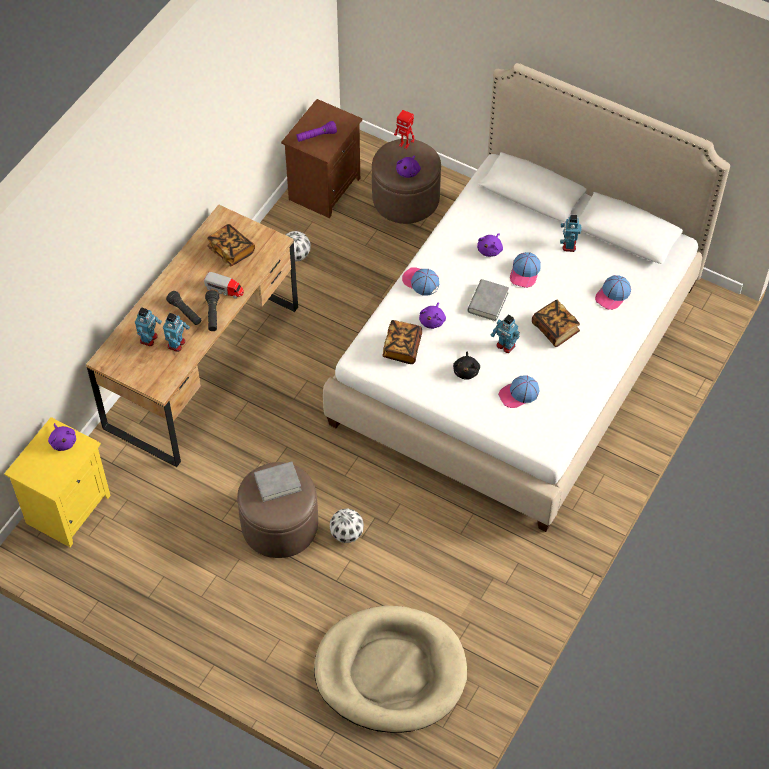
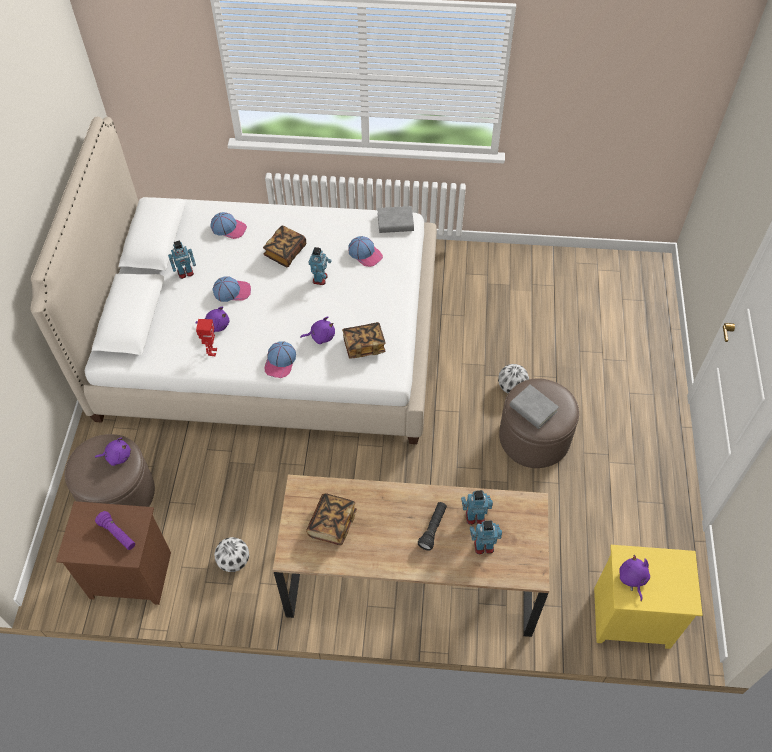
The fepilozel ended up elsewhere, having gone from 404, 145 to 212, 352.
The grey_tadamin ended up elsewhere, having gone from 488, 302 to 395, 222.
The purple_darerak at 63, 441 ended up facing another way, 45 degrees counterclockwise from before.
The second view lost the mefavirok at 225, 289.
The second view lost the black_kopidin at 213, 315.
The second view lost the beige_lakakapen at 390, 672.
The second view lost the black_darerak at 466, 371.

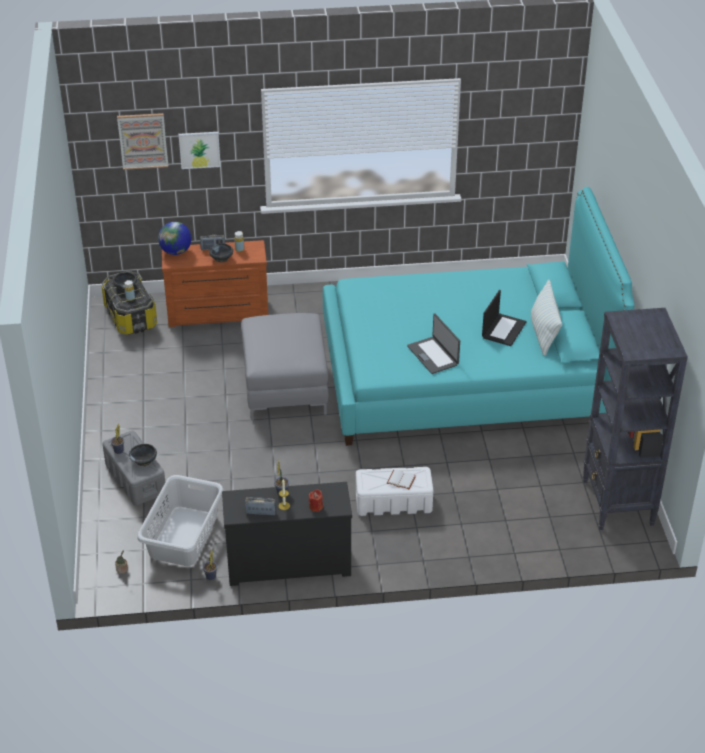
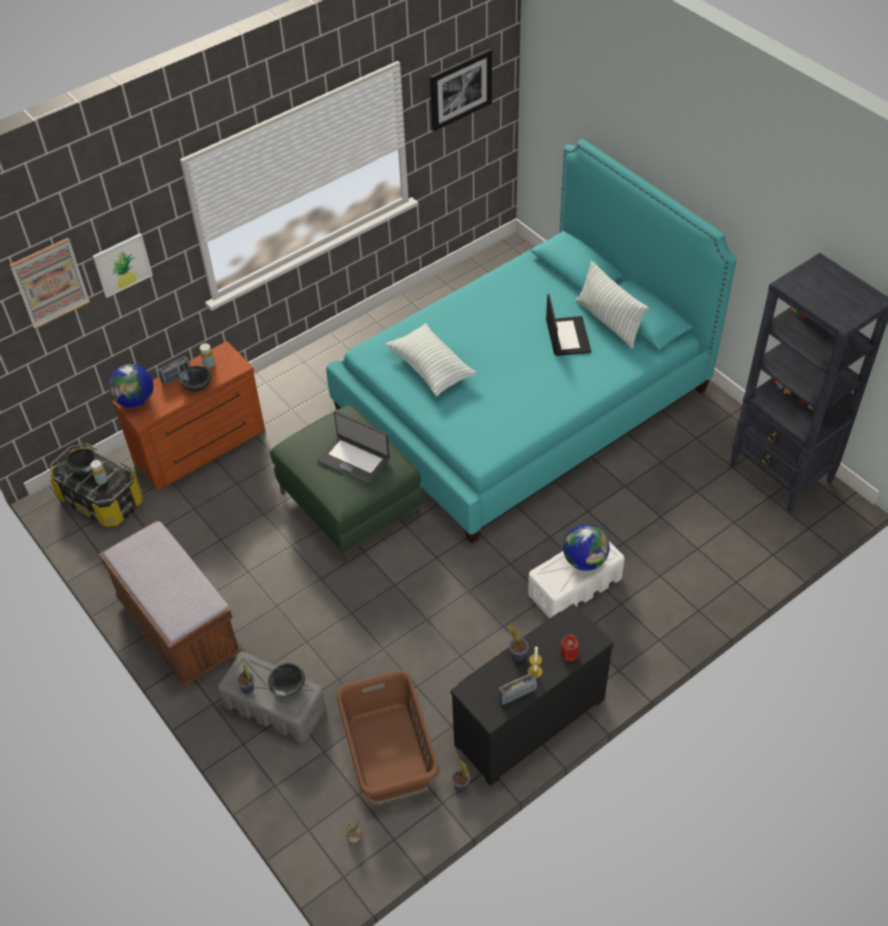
The second view gained the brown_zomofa at 179, 627.
What was the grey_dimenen at 285, 387 turned into the green_dimenen at 350, 504.
The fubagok ended up elsewhere, having gone from 433, 355 to 354, 460.
What was the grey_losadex at 182, 536 turned into the brown_losadex at 388, 752.
The second view gained the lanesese at 431, 368.
The second view gained the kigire at 460, 89.
Where the white_tadamin stood at 402, 480, the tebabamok came to stand at 585, 560.

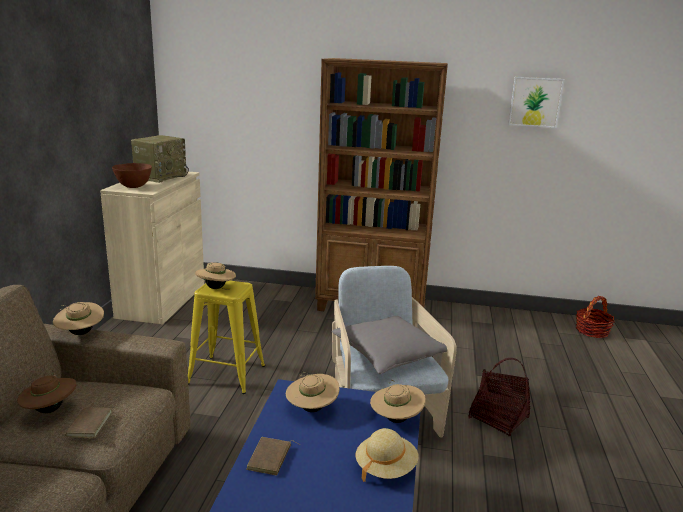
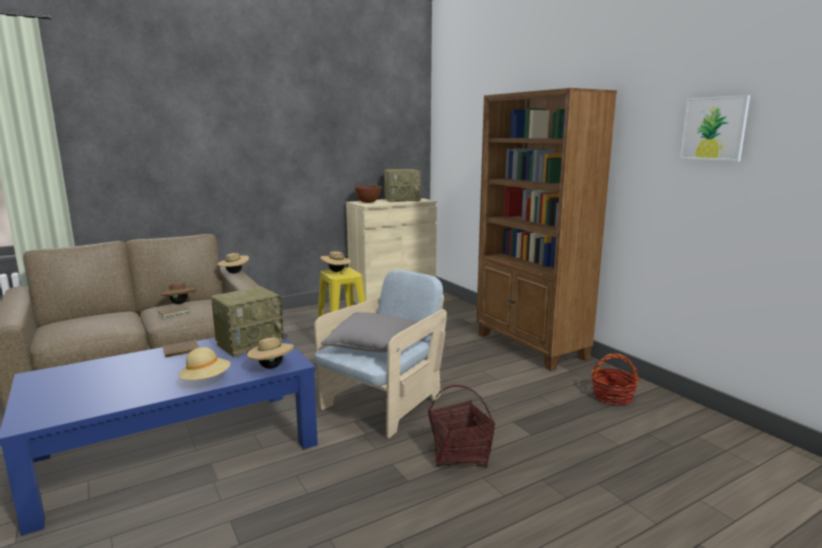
Where the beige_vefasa stood at 311, 408, the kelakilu came to stand at 250, 343.
The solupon ended up elsewhere, having gone from 592, 331 to 612, 396.

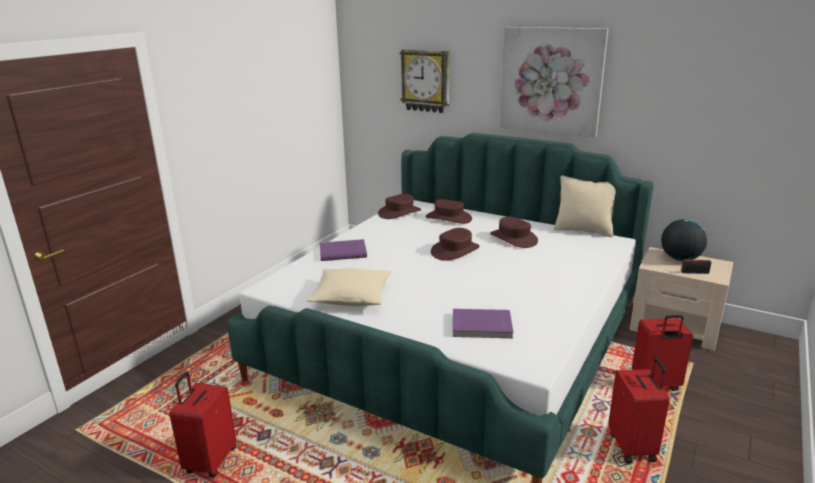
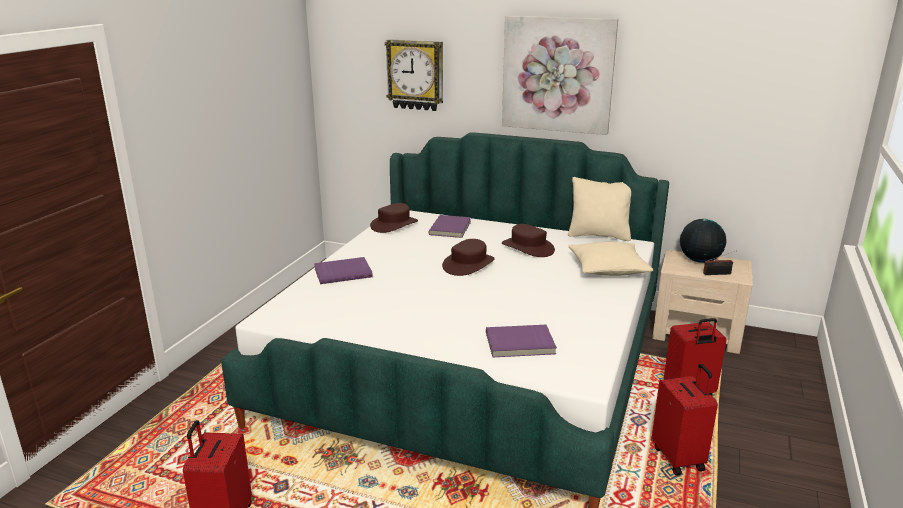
Where the brown_vefasa stood at 448, 218, the purple_tadamin came to stand at 451, 228.
The beige_lanesese ended up elsewhere, having gone from 351, 297 to 608, 269.

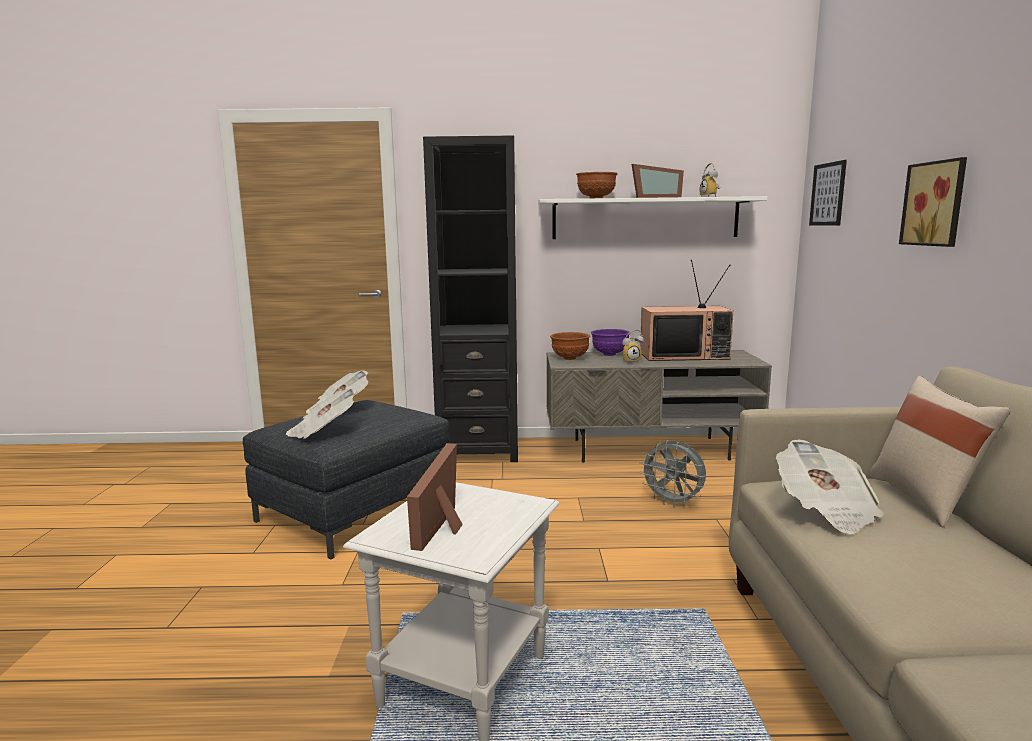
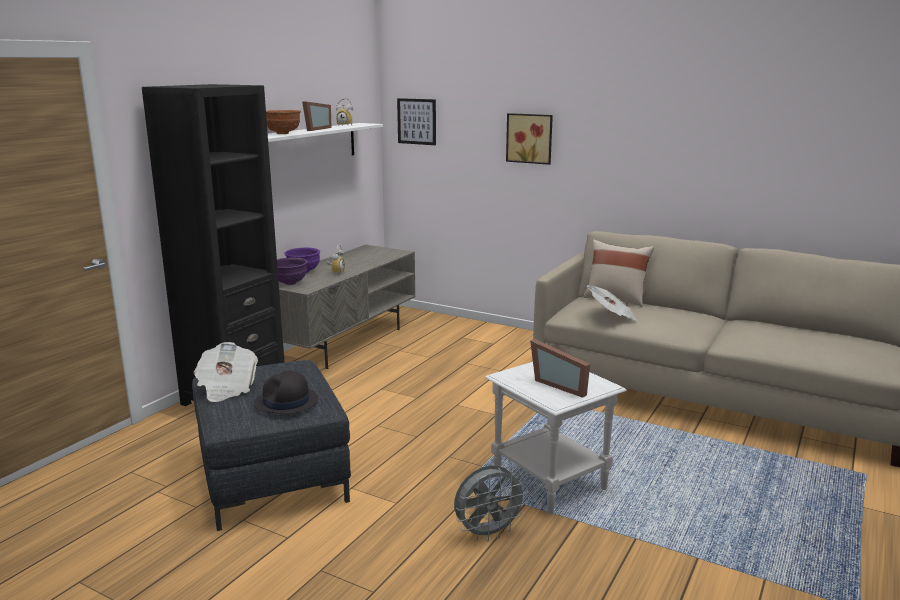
Where the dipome stood at 322, 431, the black_vefasa came to stand at 286, 402.
What was the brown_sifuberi at 569, 358 turned into the purple_sifuberi at 289, 283.
The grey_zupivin ended up elsewhere, having gone from 673, 503 to 488, 533.
The second view lost the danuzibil at 684, 355.

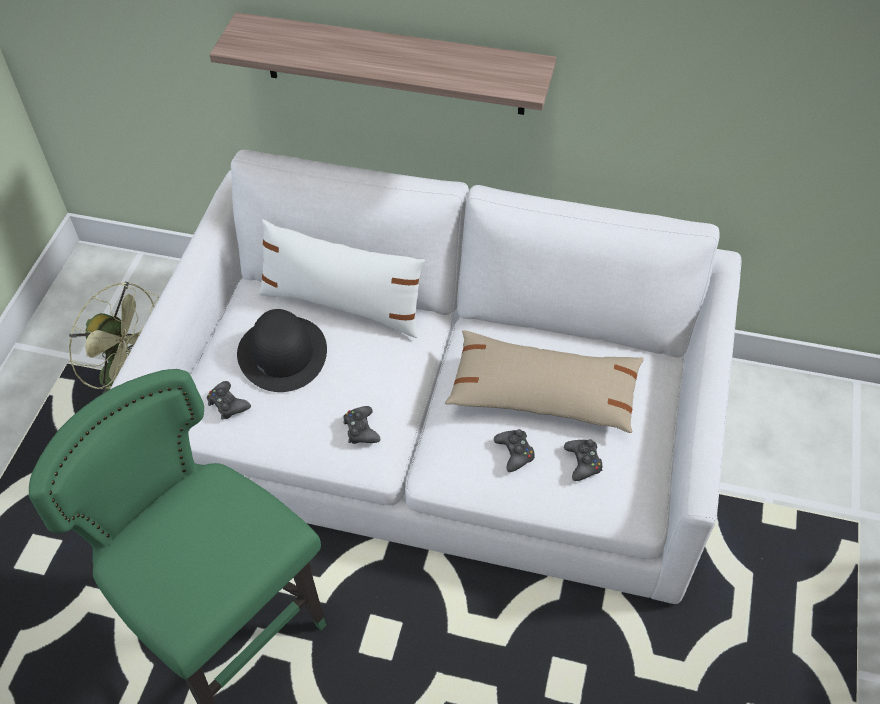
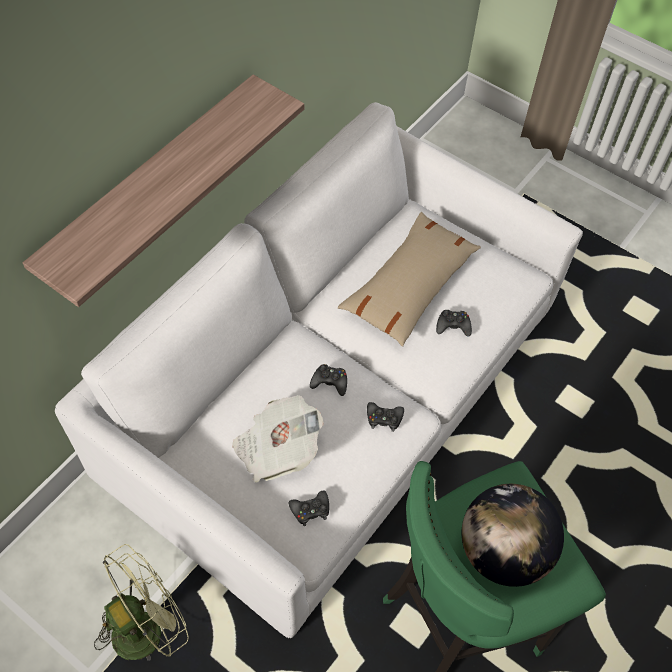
Where the black_vefasa stood at 282, 353, the dipome came to stand at 277, 448.
The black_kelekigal ended up elsewhere, having gone from 583, 462 to 330, 382.
The second view gained the tebabamok at 502, 551.
The second view lost the white_lanesese at 342, 305.

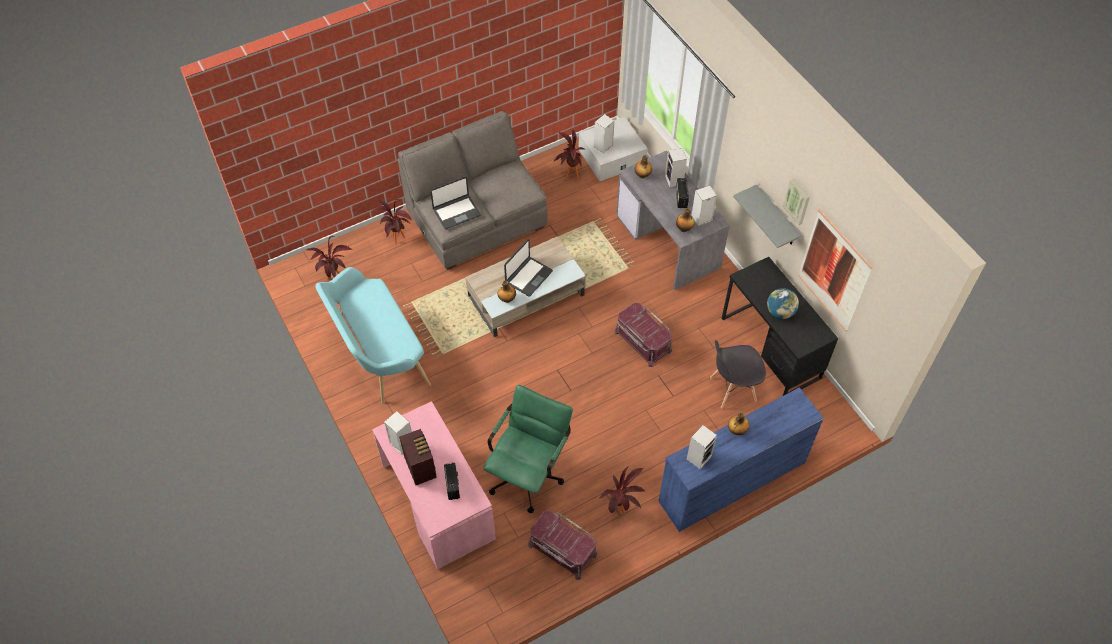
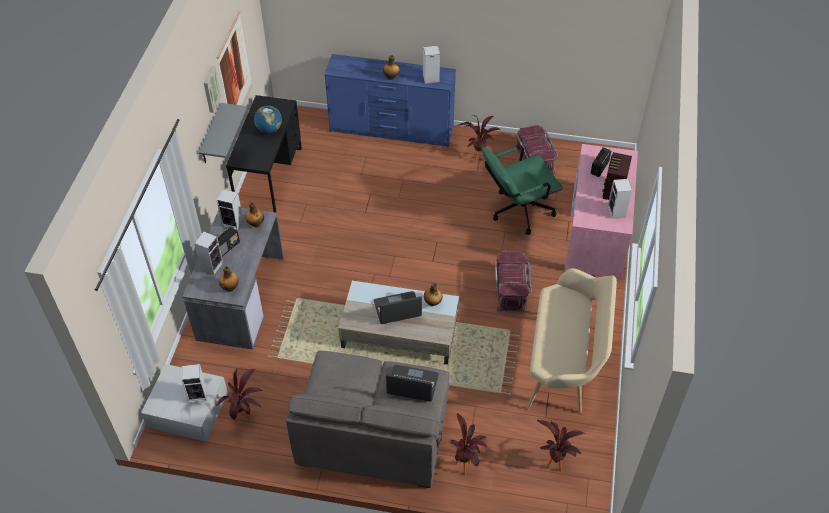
The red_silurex ended up elsewhere, having gone from 642, 341 to 511, 289.
What was the turquoise_zomofa at 378, 355 turned into the beige_zomofa at 564, 364.
The second view lost the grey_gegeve at 732, 389.

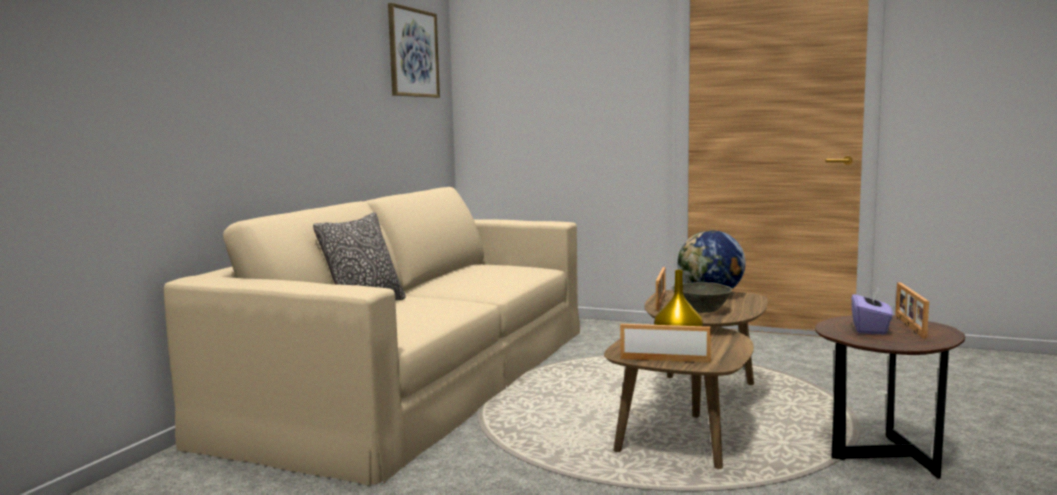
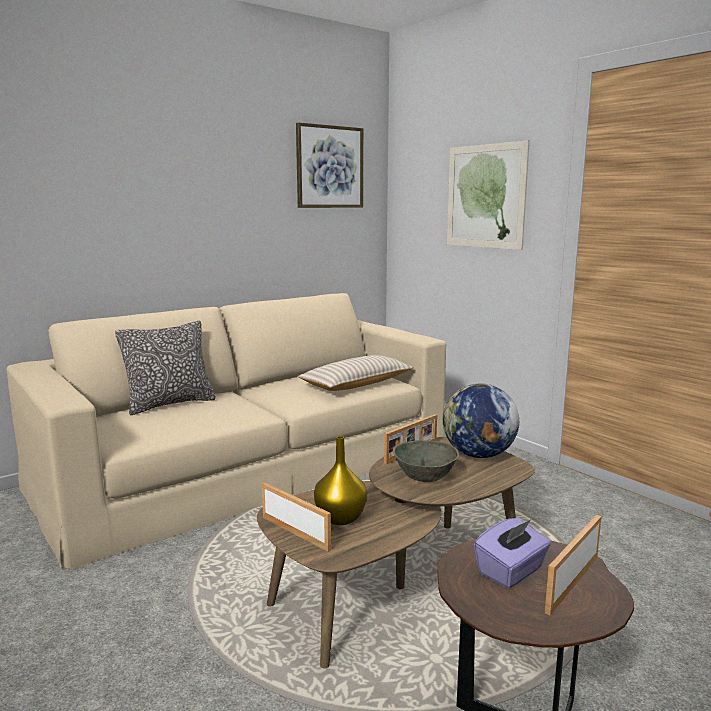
The second view gained the beige_lanesese at 356, 384.
The second view gained the kigire at 485, 196.

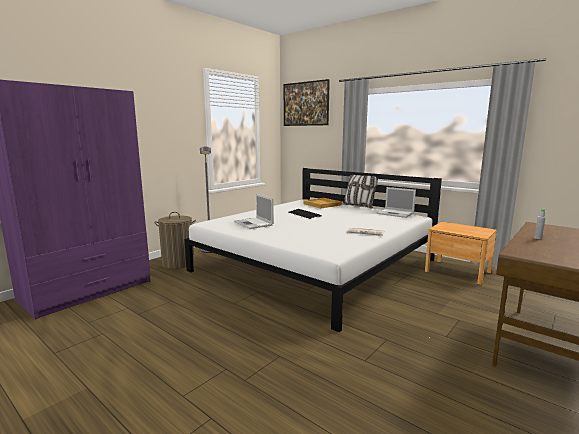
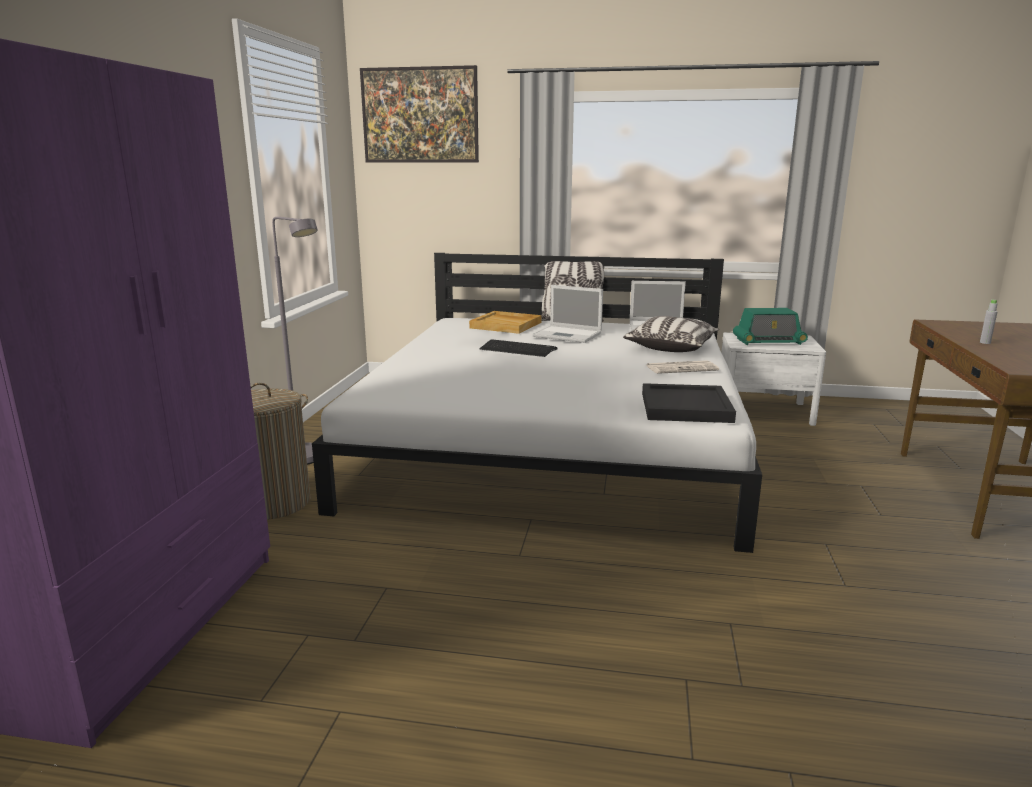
The fubagok ended up elsewhere, having gone from 254, 223 to 568, 335.
The second view gained the lanesese at 671, 347.
The second view gained the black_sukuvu at 686, 407.
What was the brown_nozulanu at 457, 271 turned into the white_nozulanu at 764, 411.
The second view gained the kelakilu at 768, 341.

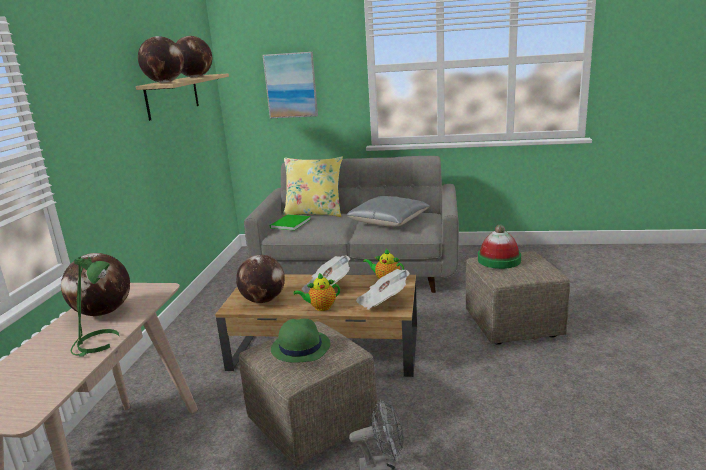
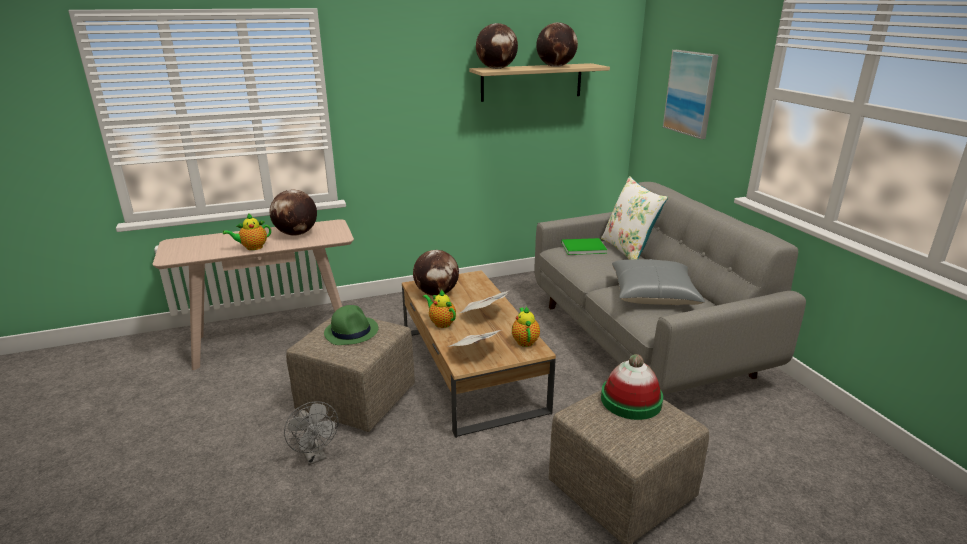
Where the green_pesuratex stood at 98, 344, the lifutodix came to stand at 252, 247.
What was the yellow_lanesese at 314, 213 turned into the white_lanesese at 628, 250.

